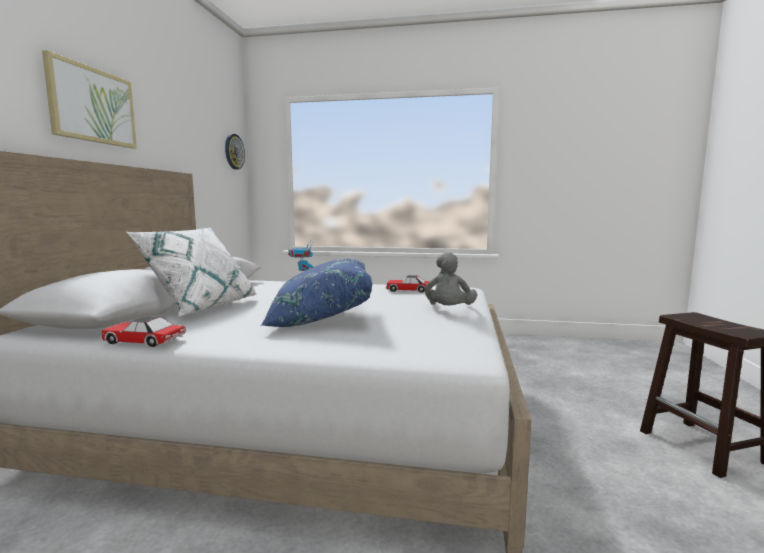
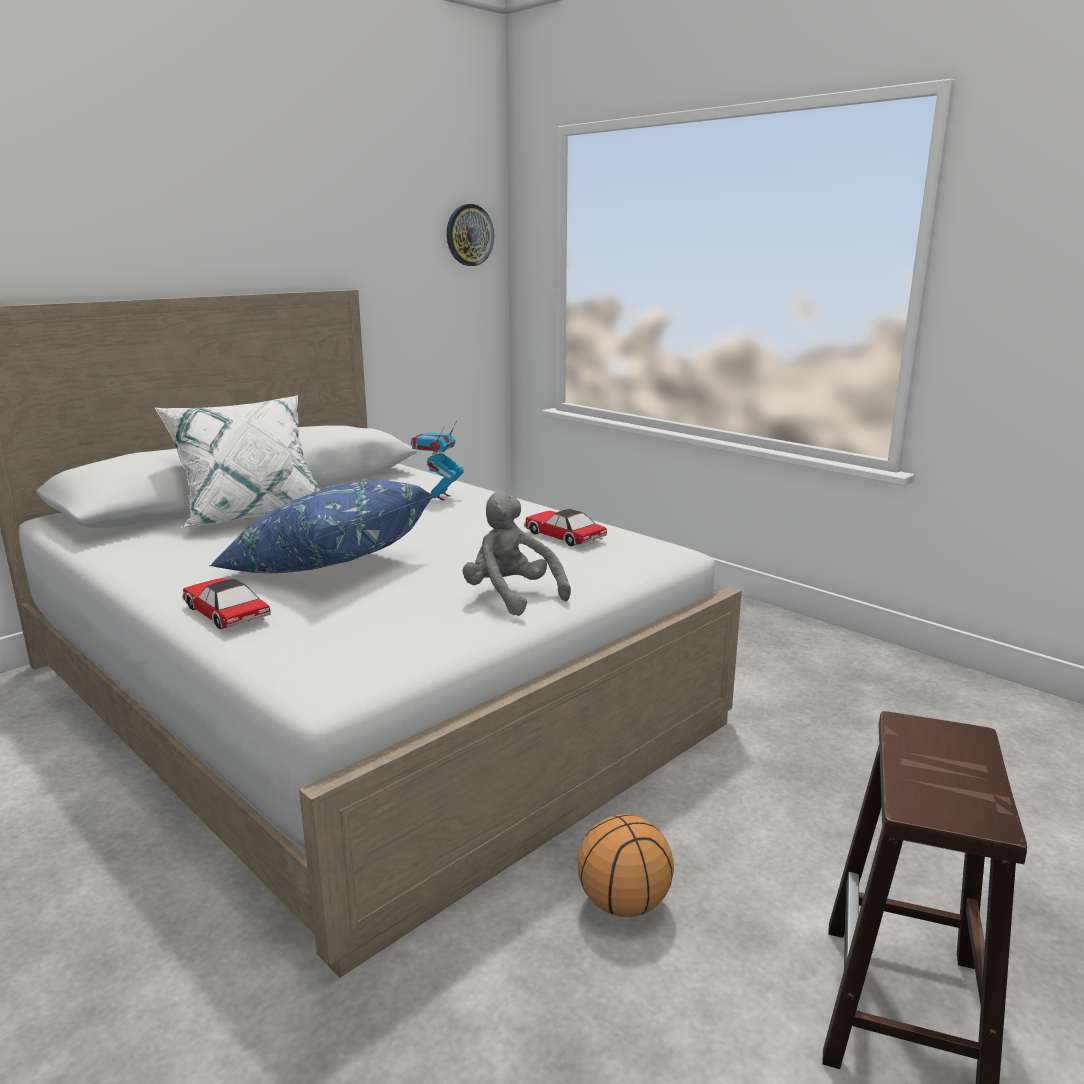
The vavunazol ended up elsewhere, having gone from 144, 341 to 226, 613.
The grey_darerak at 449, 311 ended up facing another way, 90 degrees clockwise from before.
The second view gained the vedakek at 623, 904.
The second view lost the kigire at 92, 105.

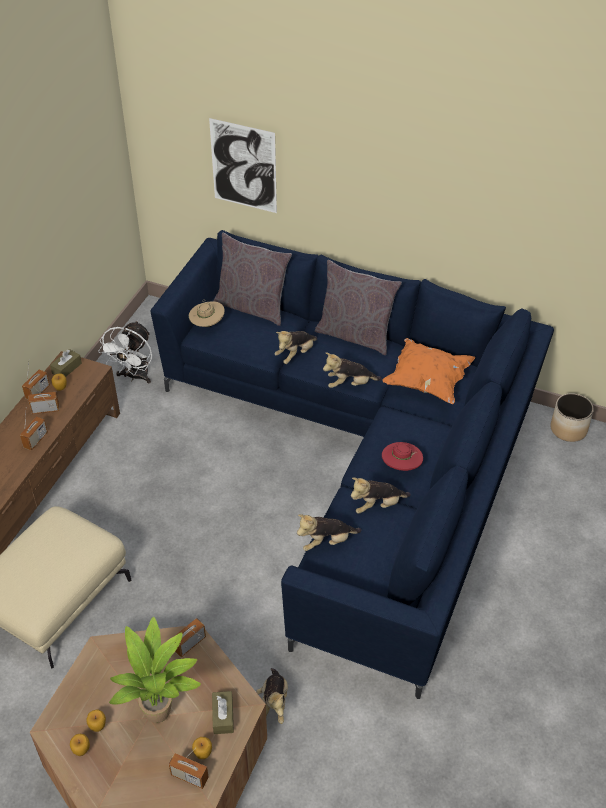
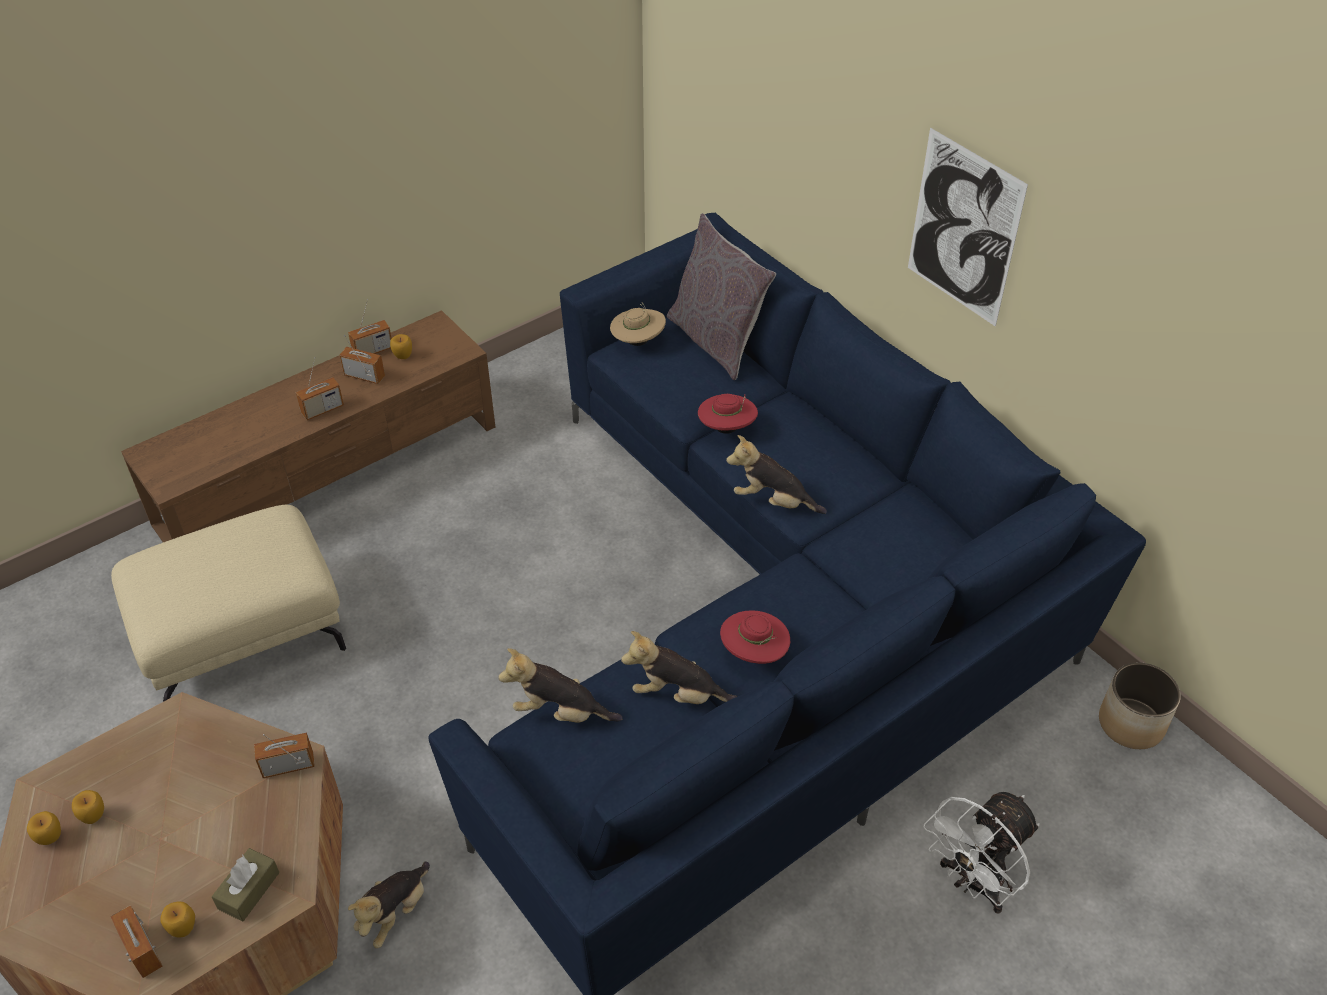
Where the darerak stood at 296, 354, the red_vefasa came to stand at 727, 429.
The kigire ended up elsewhere, having gone from 243, 166 to 963, 228.
The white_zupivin ended up elsewhere, having gone from 134, 376 to 973, 883.
The second view lost the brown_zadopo at 67, 368.
The second view lost the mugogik at 162, 714.
The second view lost the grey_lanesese at 355, 335.
The second view lost the orange_lanesese at 427, 382.

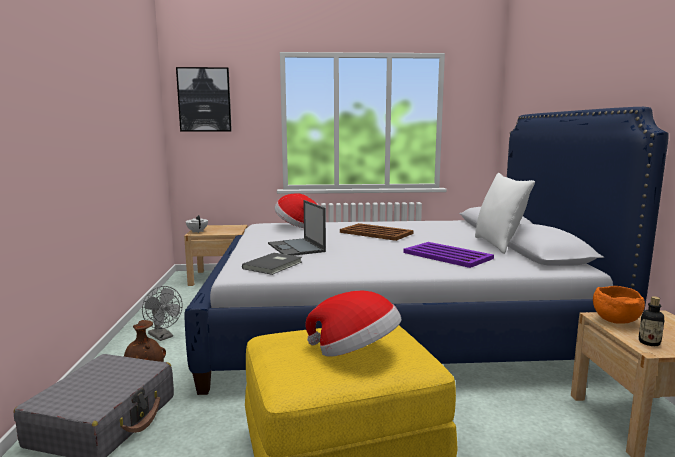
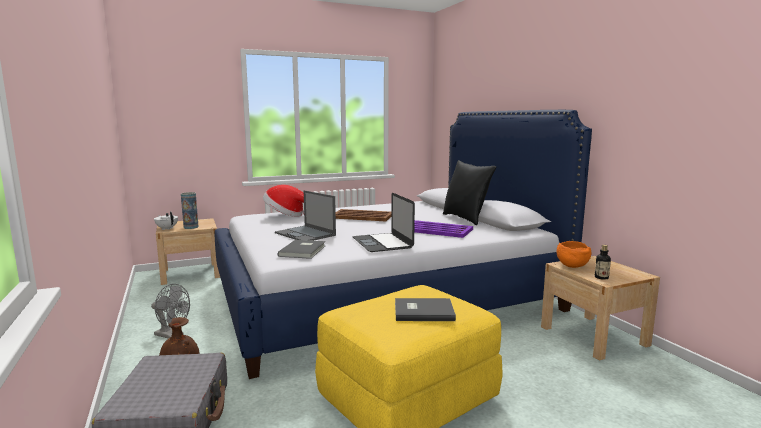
The second view gained the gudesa at 191, 227.
The second view gained the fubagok at 382, 242.
Where the vefasa stood at 355, 352, the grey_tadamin came to stand at 422, 311.
What was the white_lanesese at 498, 245 turned into the black_lanesese at 466, 218.
The second view lost the kigire at 204, 100.

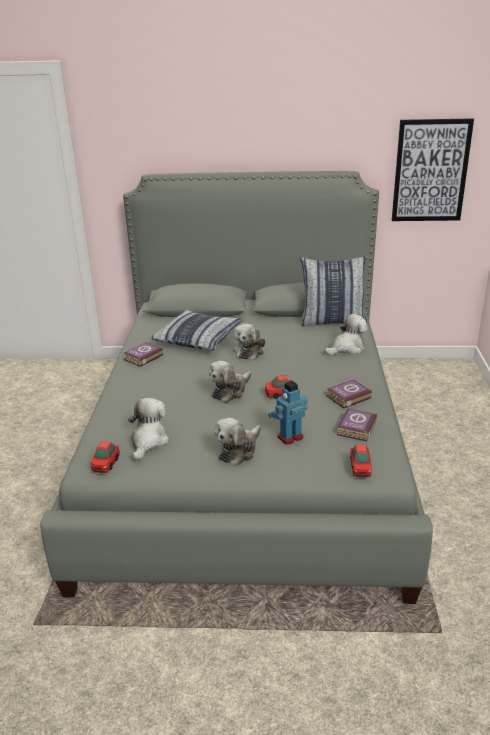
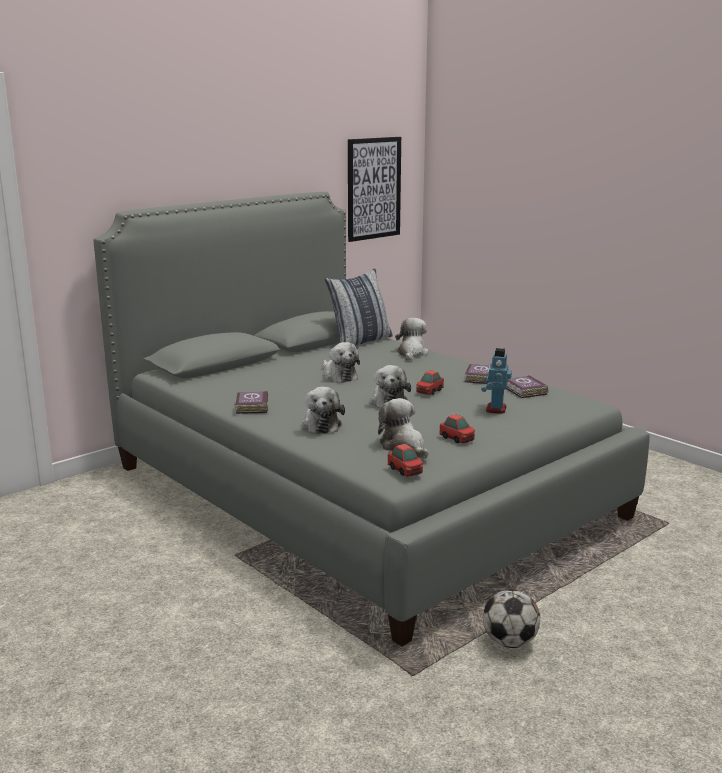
The darerak ended up elsewhere, having gone from 238, 450 to 321, 424.
The vavunazol ended up elsewhere, having gone from 360, 468 to 457, 438.
The second view gained the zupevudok at 509, 642.
The second view lost the lanesese at 199, 338.

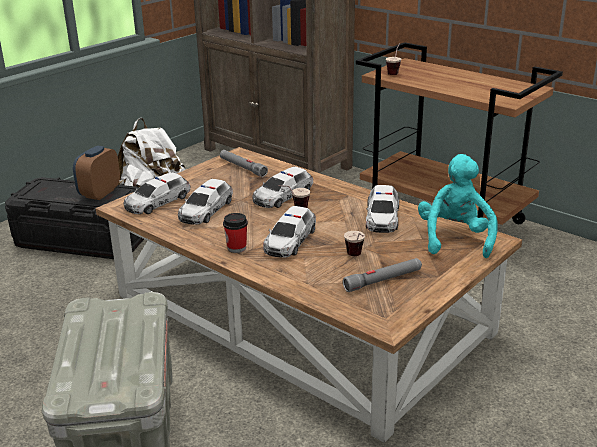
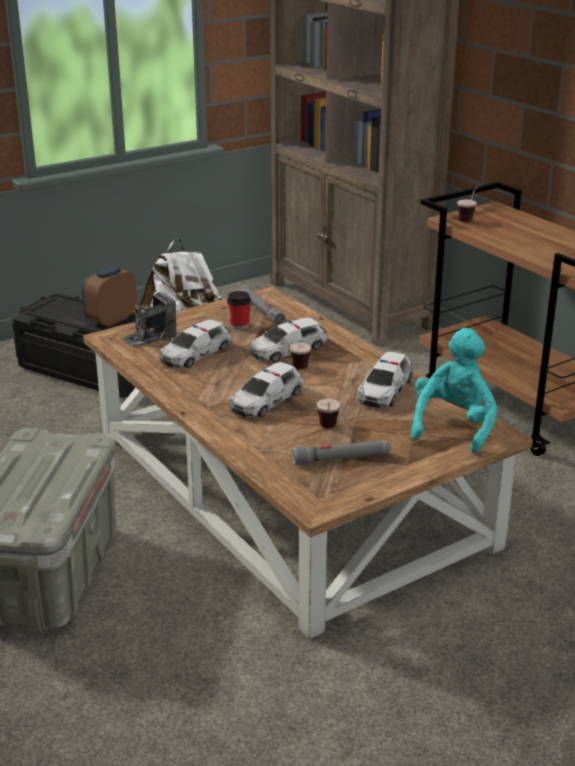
Where the vavunazol stood at 157, 202, the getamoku came to stand at 149, 337.
The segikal ended up elsewhere, having gone from 236, 248 to 239, 326.

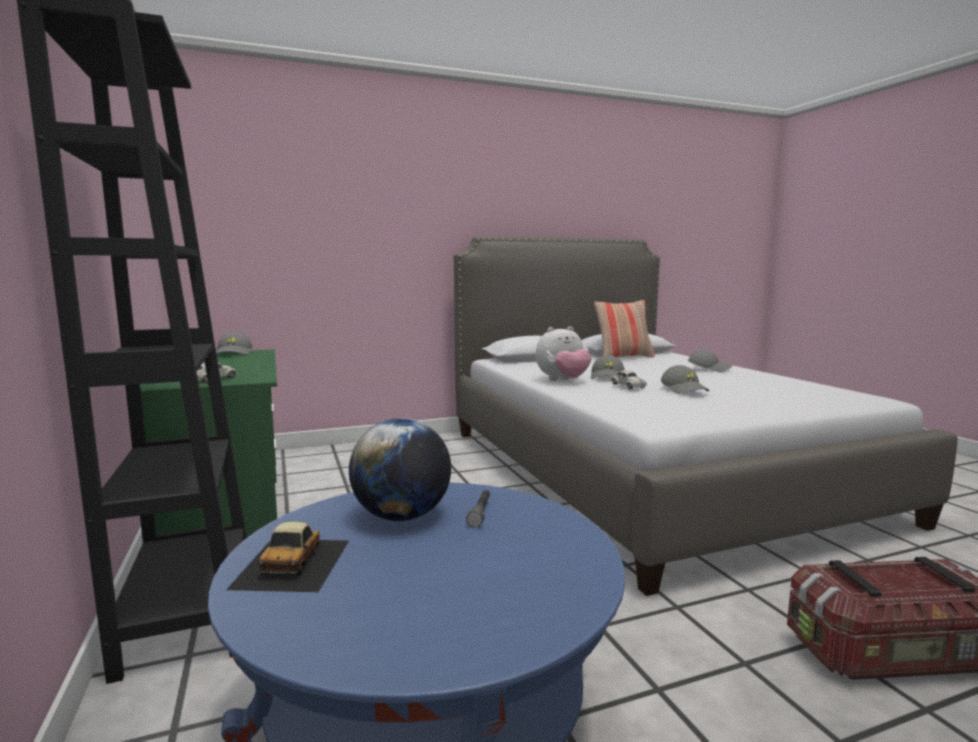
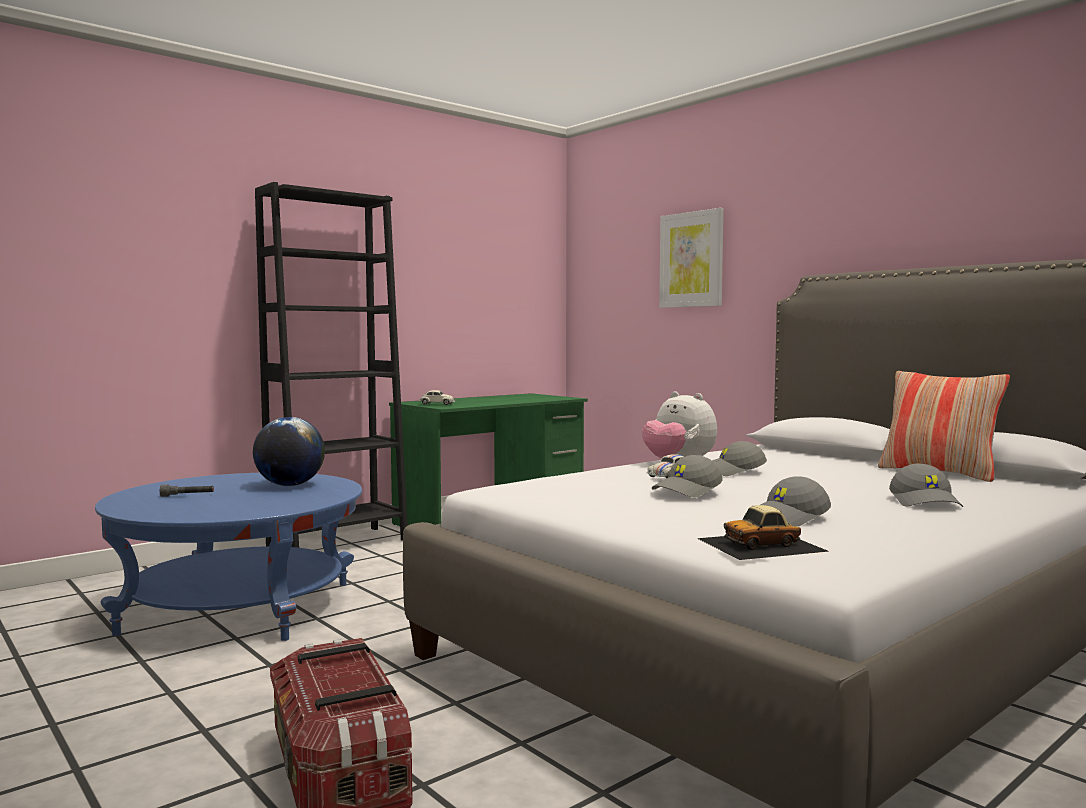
The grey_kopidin ended up elsewhere, having gone from 480, 513 to 187, 495.
The second view gained the kigire at 691, 259.
The vavunazol ended up elsewhere, having gone from 293, 563 to 762, 544.
The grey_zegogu ended up elsewhere, having gone from 234, 353 to 789, 517.

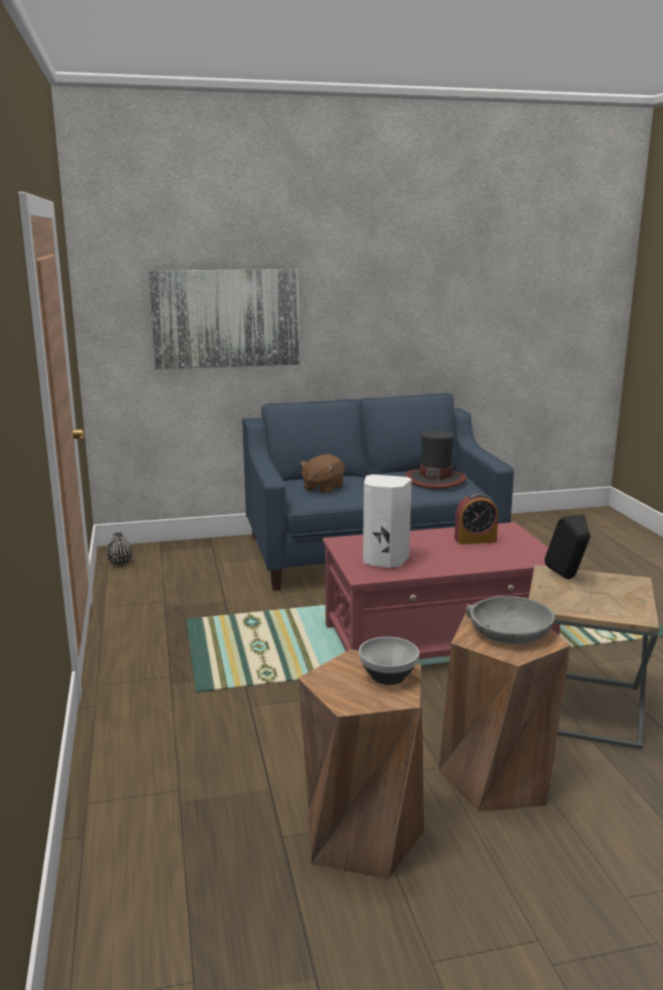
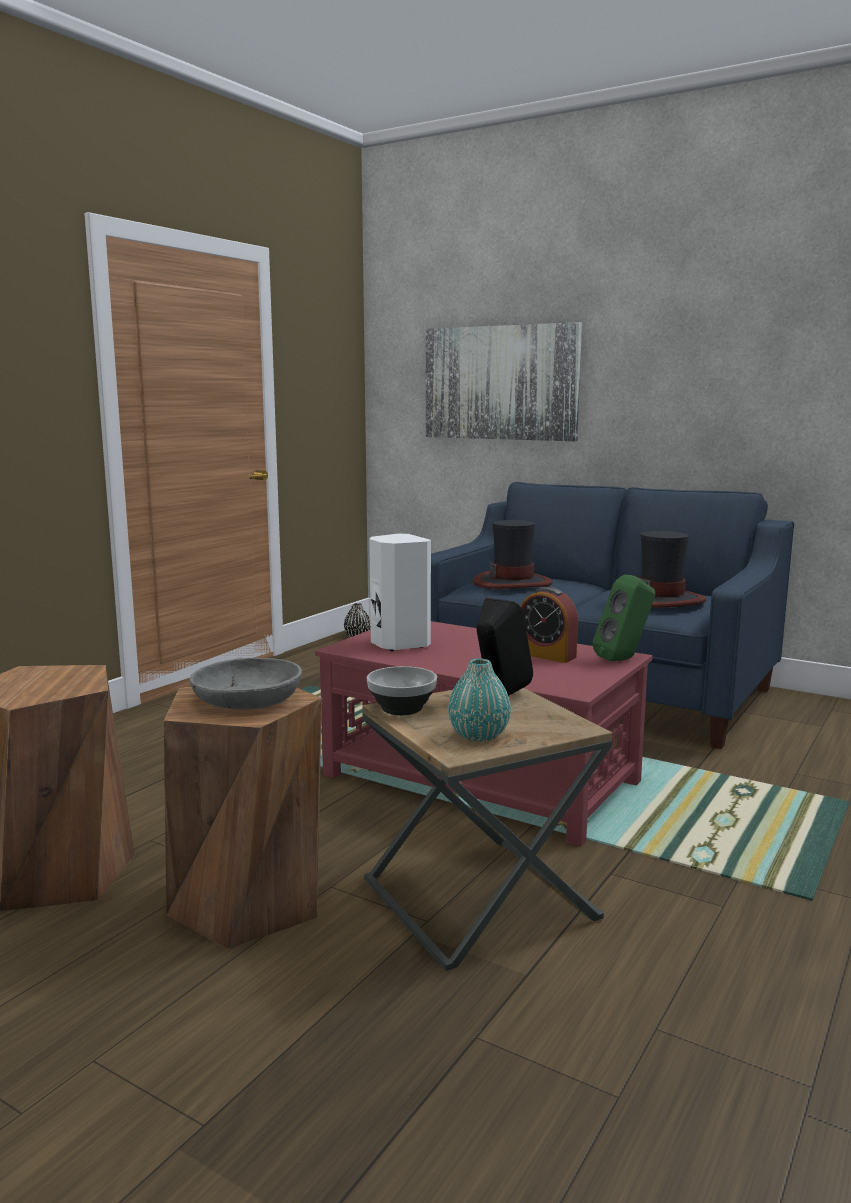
The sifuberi ended up elsewhere, having gone from 388, 677 to 401, 709.
The second view gained the turquoise_gudesa at 479, 735.
Where the brown_darerak stood at 322, 488, the vefasa came to stand at 512, 582.
The second view gained the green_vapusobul at 624, 659.

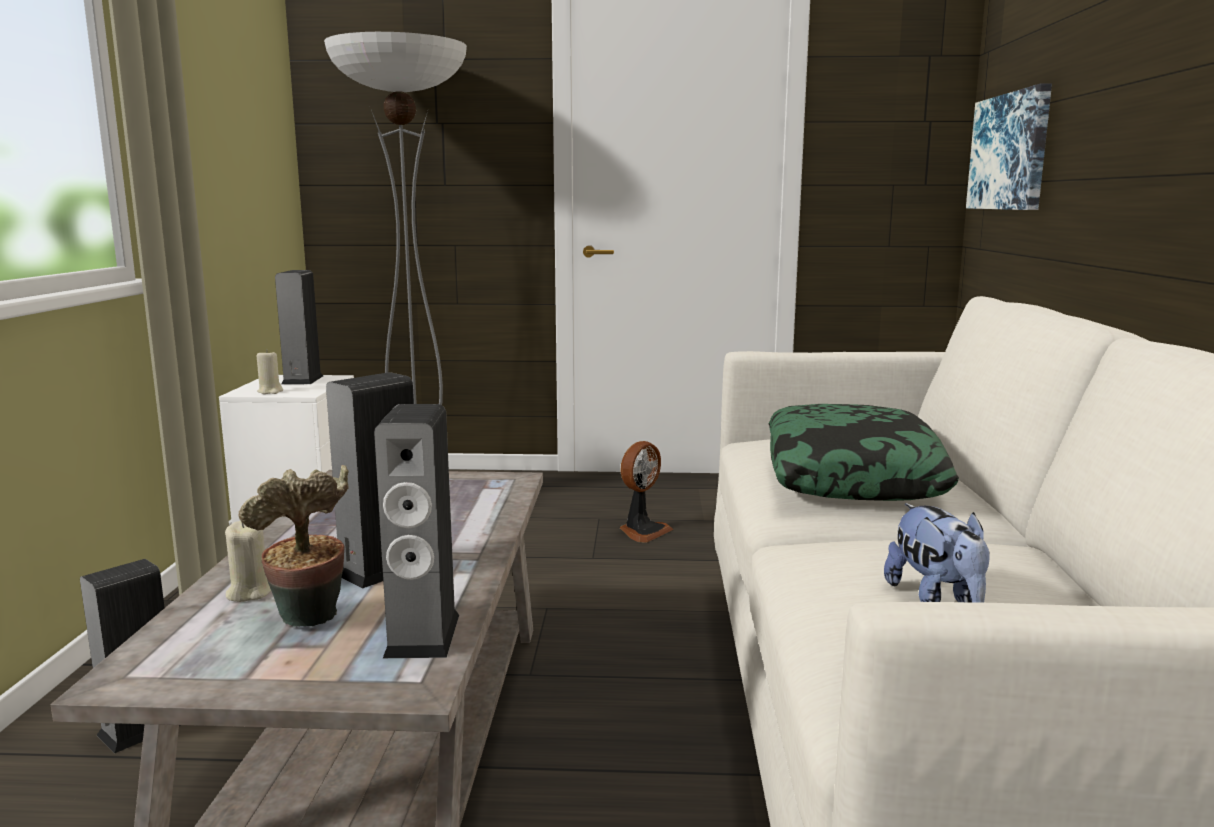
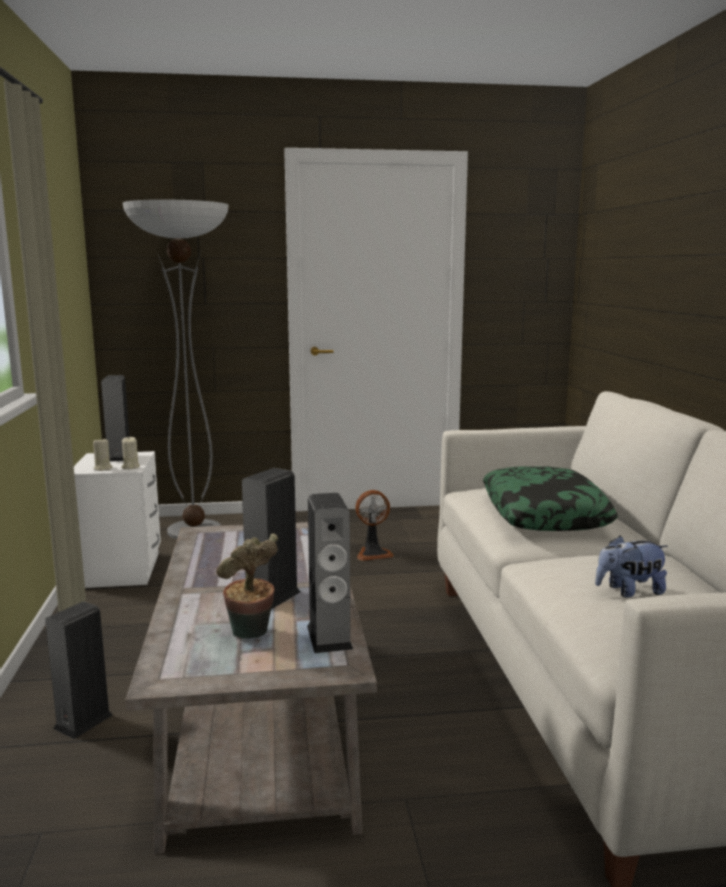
The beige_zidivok ended up elsewhere, having gone from 249, 593 to 130, 467.
The zupivin at 642, 531 ended up facing another way, 45 degrees clockwise from before.
The darerak at 936, 600 ended up facing another way, 105 degrees clockwise from before.
The second view lost the kigire at 1010, 152.

